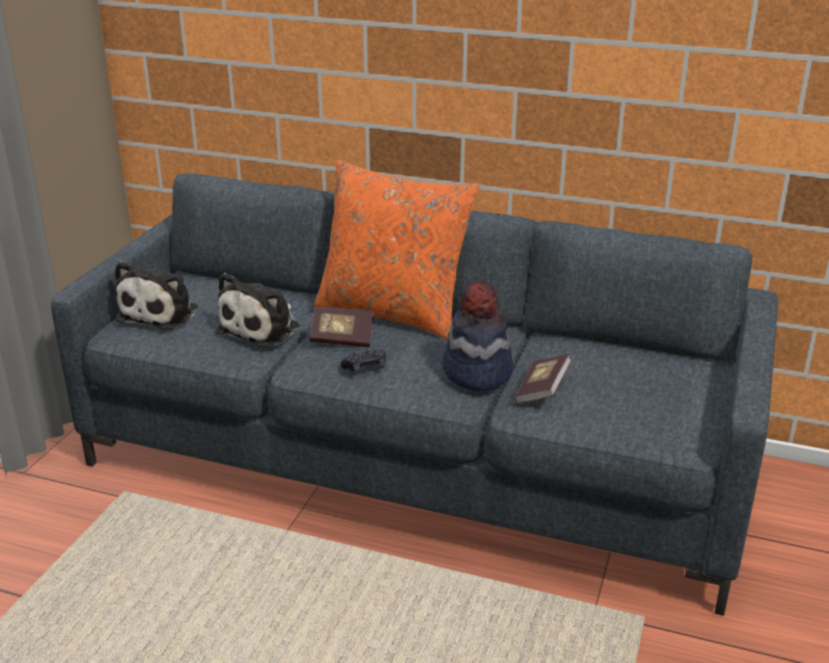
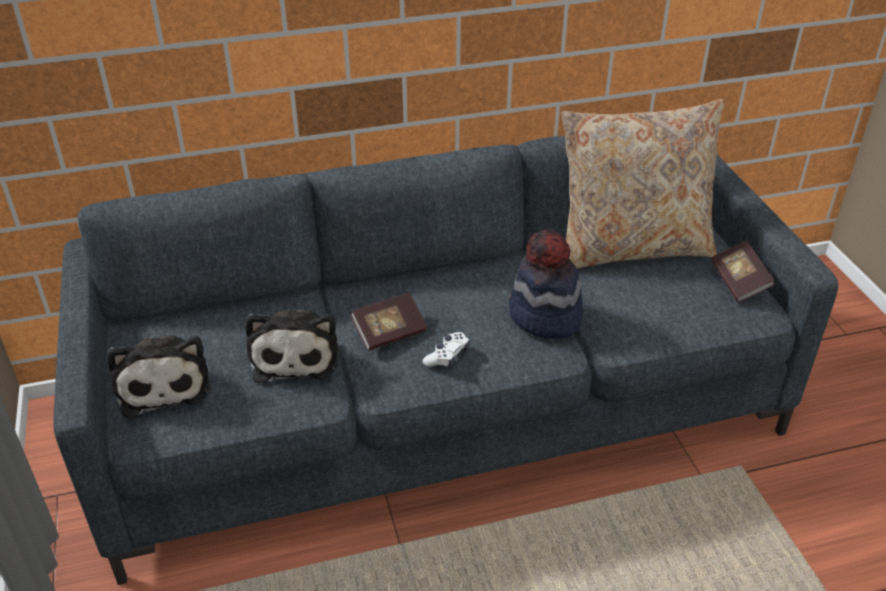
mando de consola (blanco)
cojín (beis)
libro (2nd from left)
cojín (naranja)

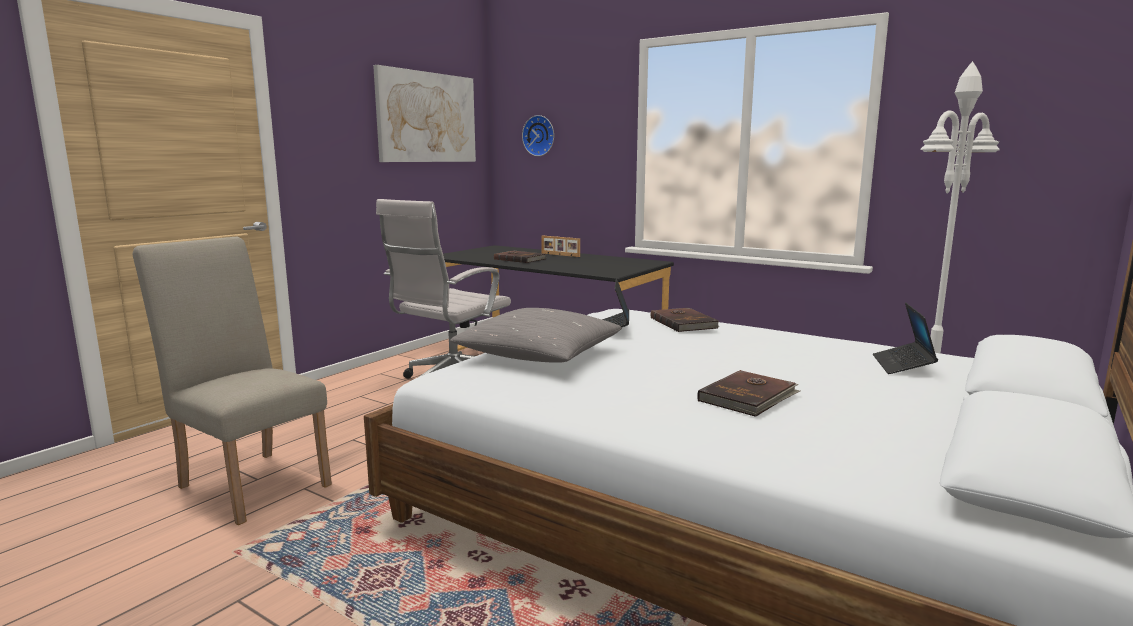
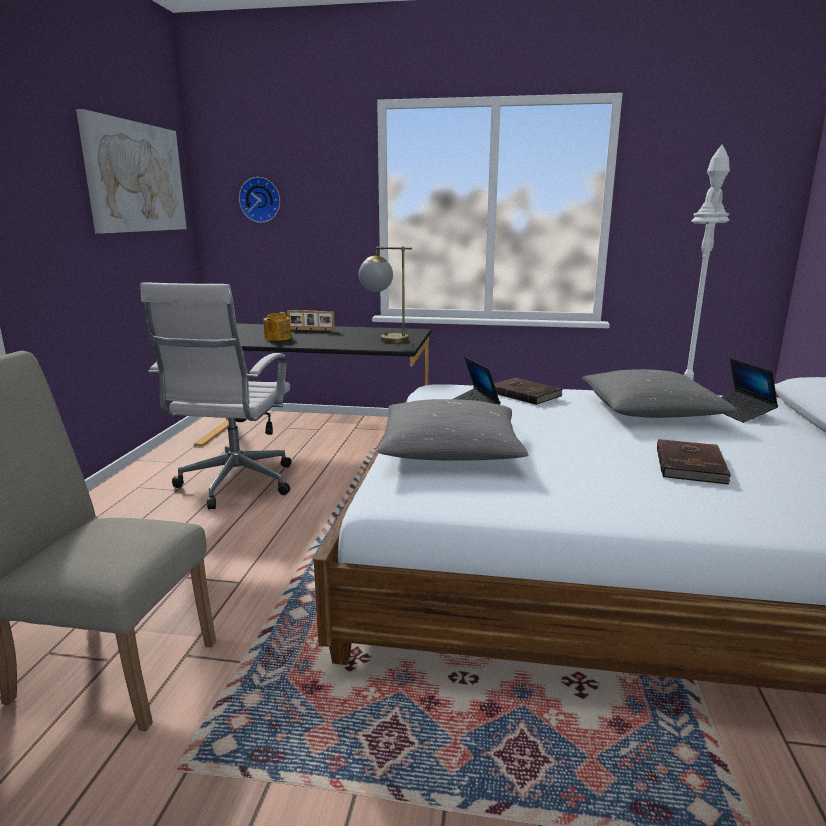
tetera
lámpara de mesa
cojín (gris) (2nd from left)

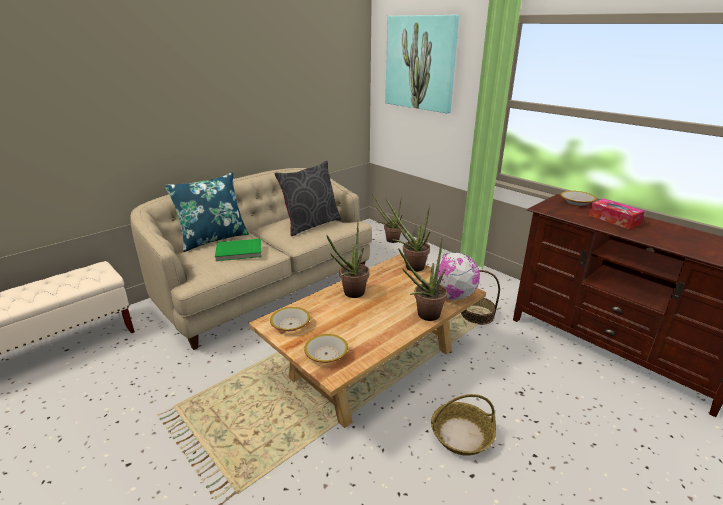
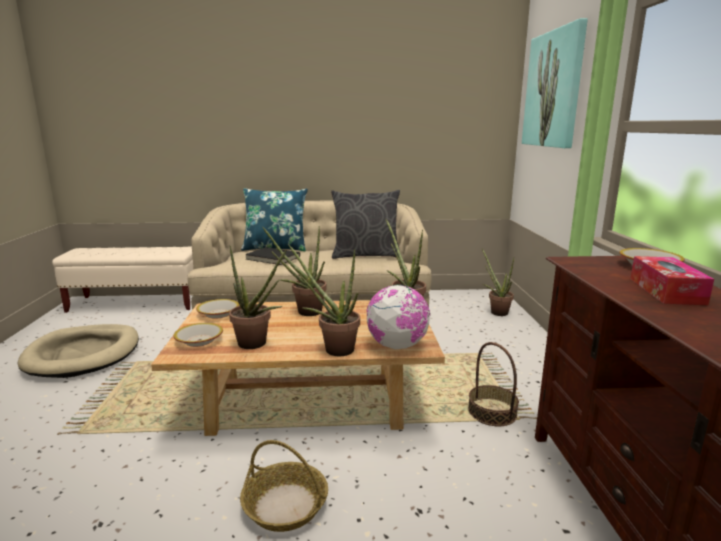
cama para perro (beis)
planta en maceta (1st from left)
libro (negro)

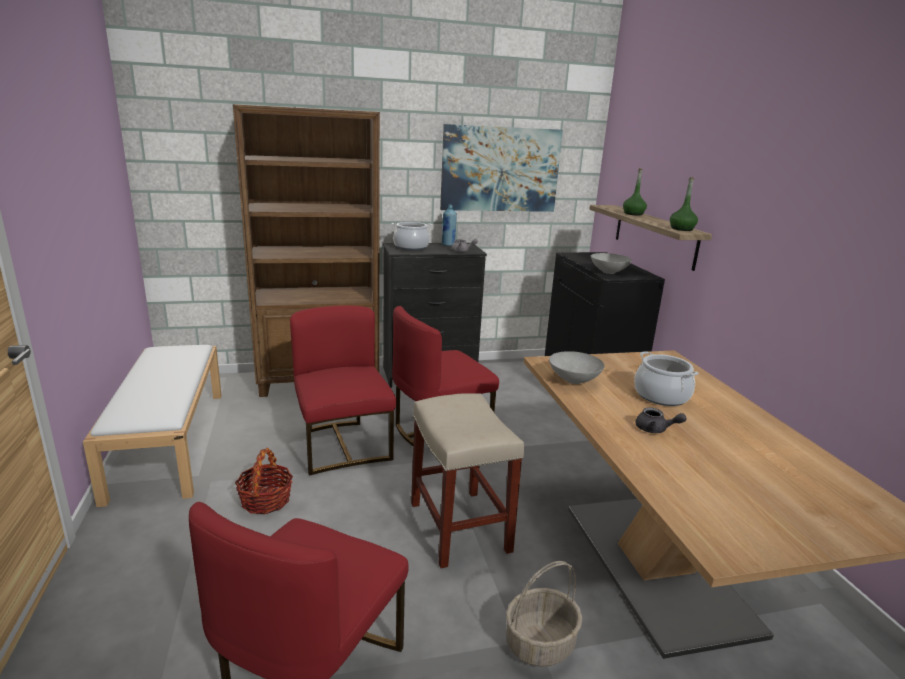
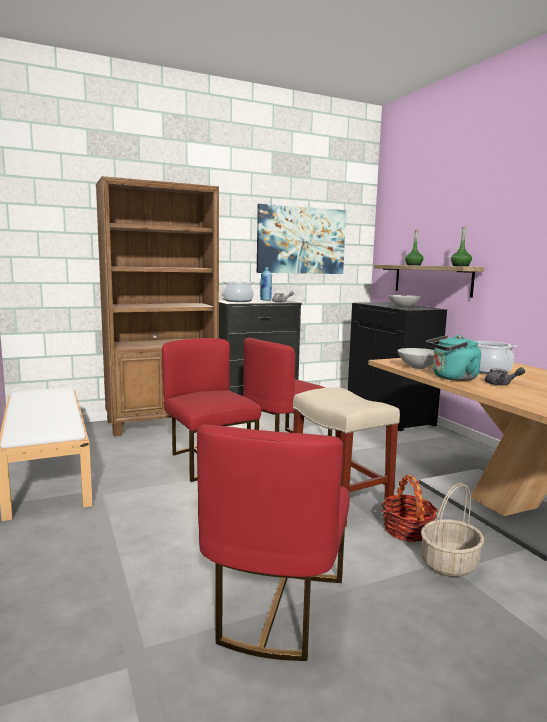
cesta (1st from left)
hervidor (turquesa)

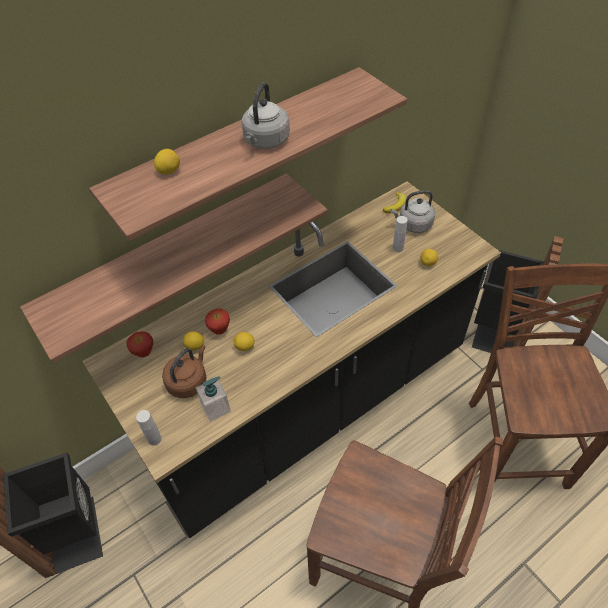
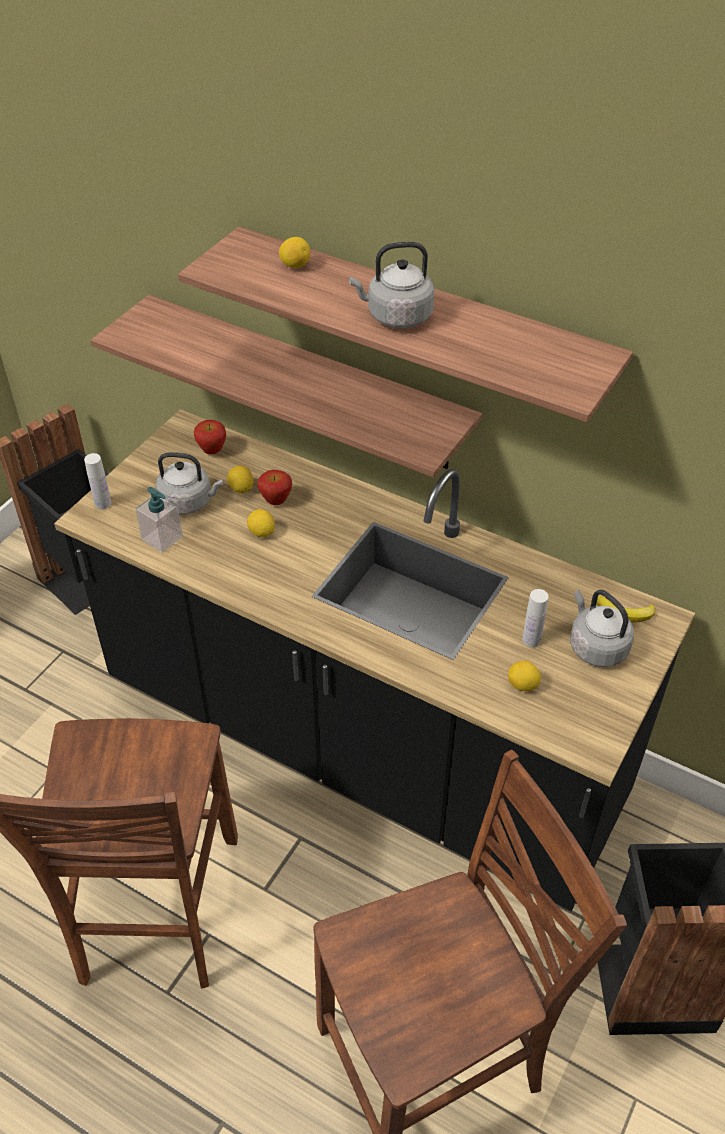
hervidor (gris) (1st from left)

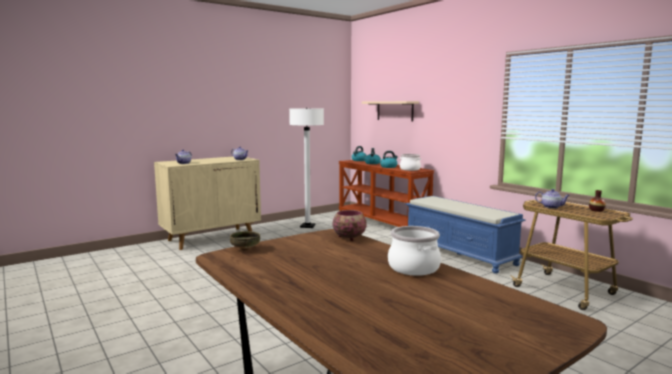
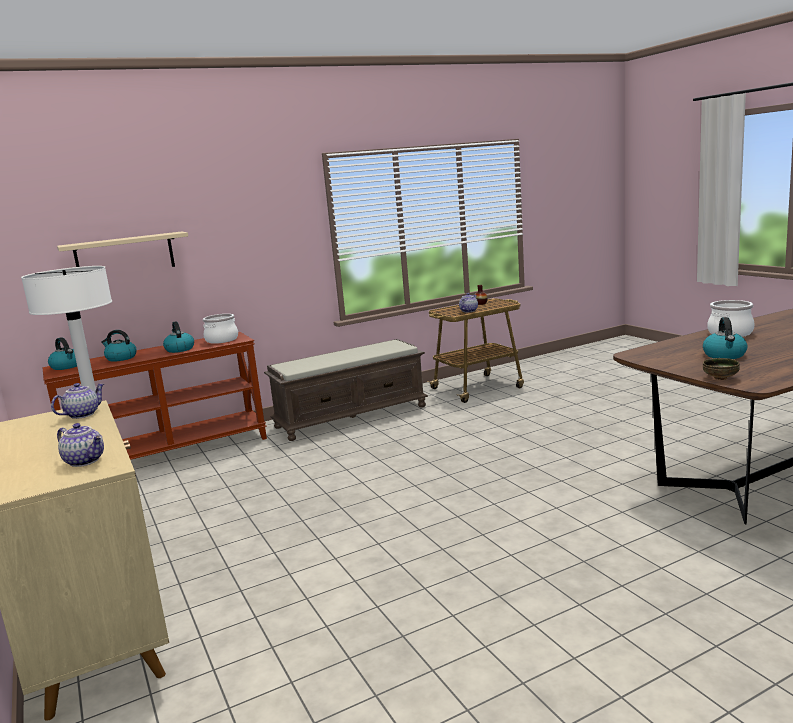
banco (marrón)
hervidor (4th from left)
cuenco (2nd from left in the first image)

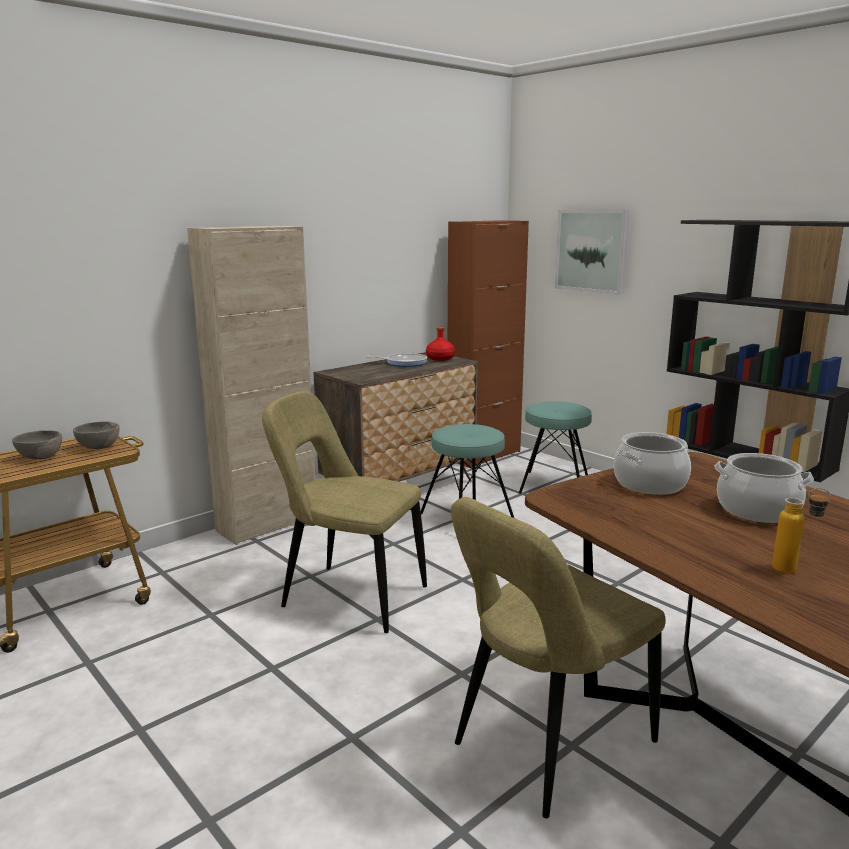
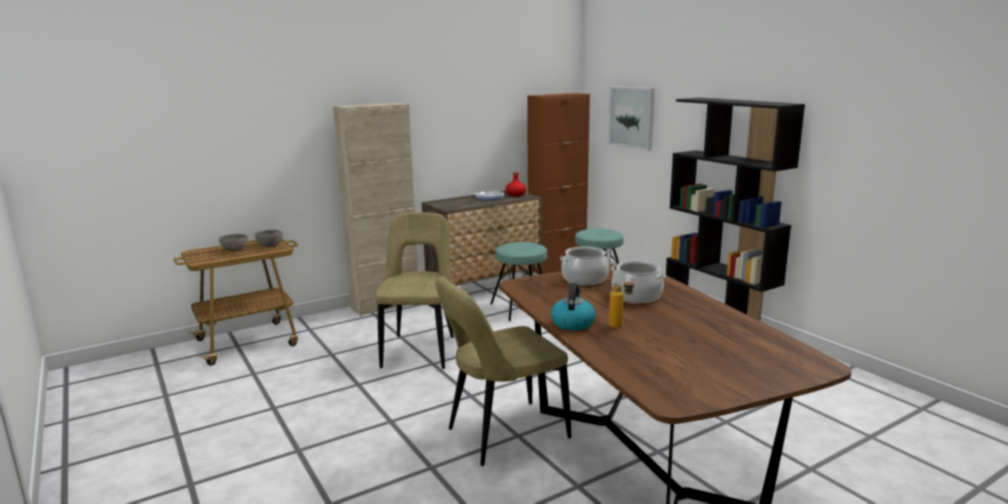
silla (beis) (1st from left)
hervidor

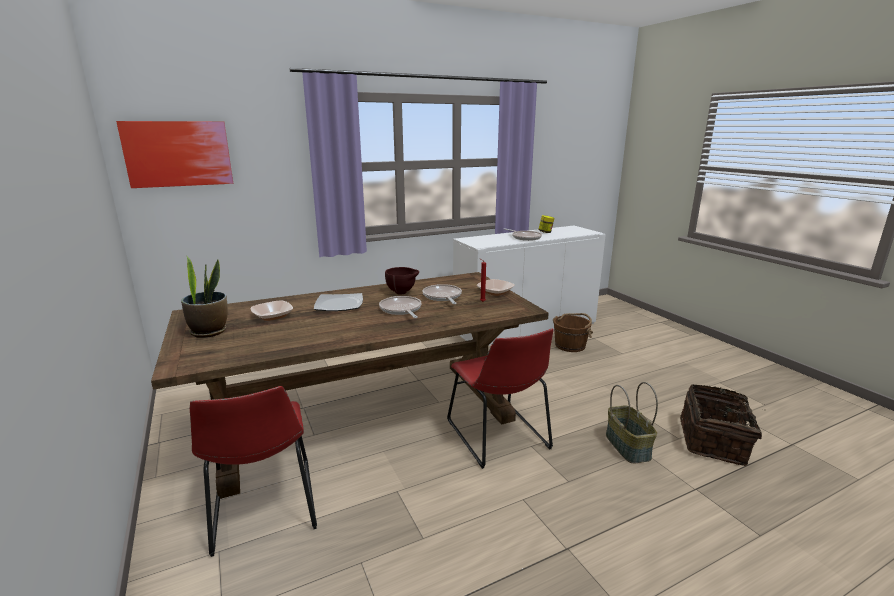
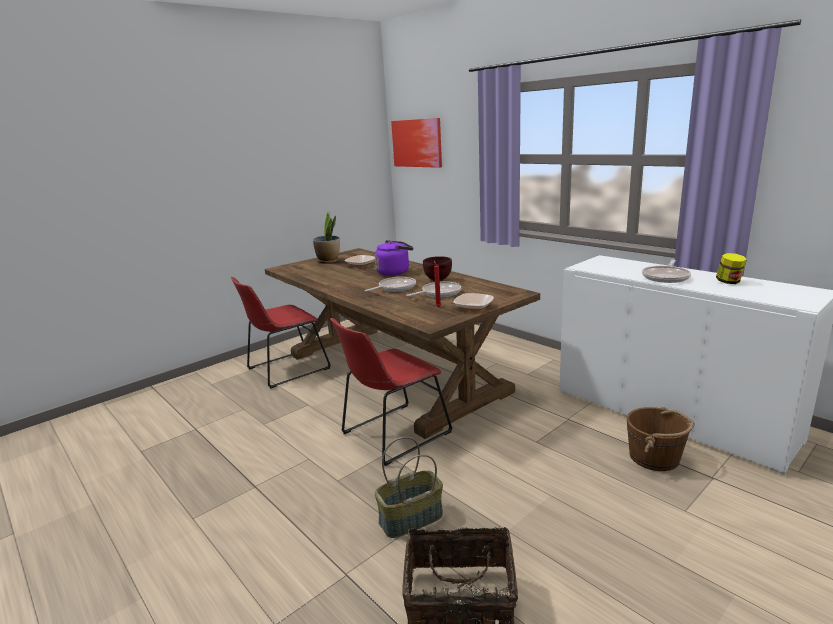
hervidor (morado)

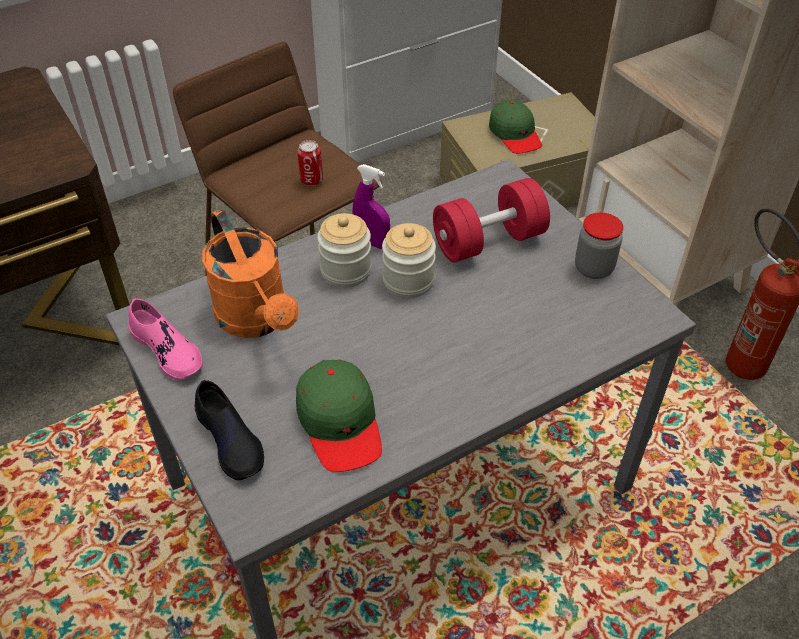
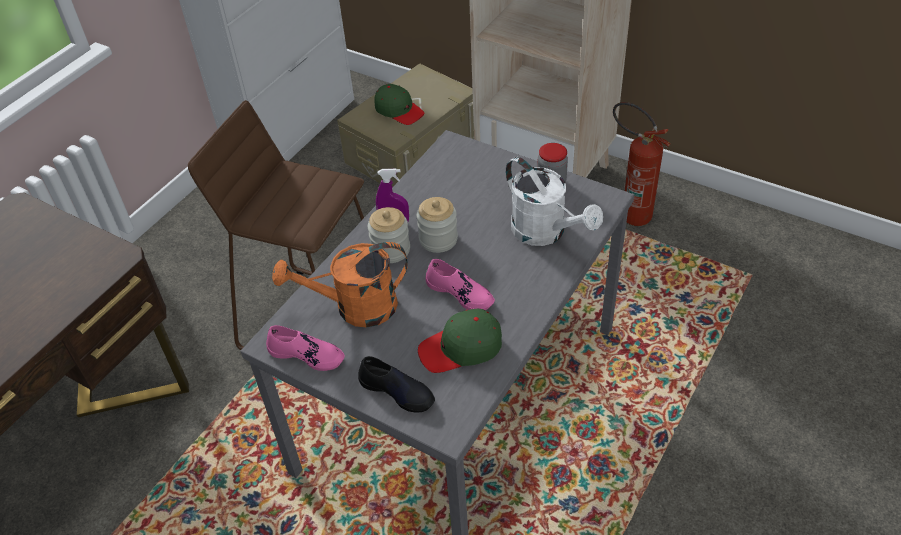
regadera (naranja)
gorra (verde) (2nd from left)
zapato (rosa) (2nd from left)
regadera (blanco)
lata
mancuerna (rojo)

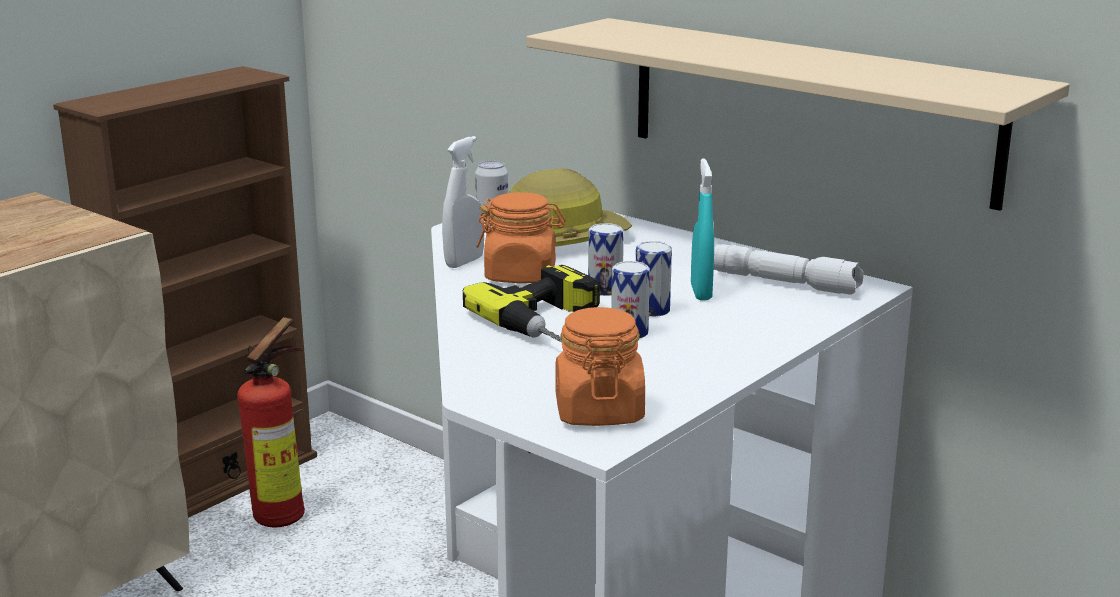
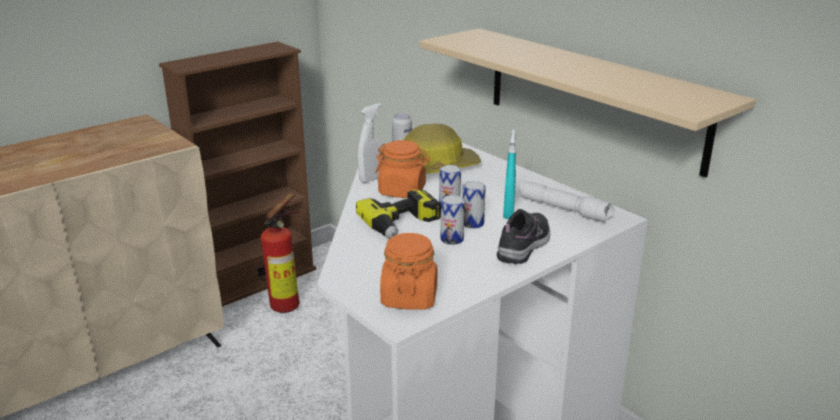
zapato

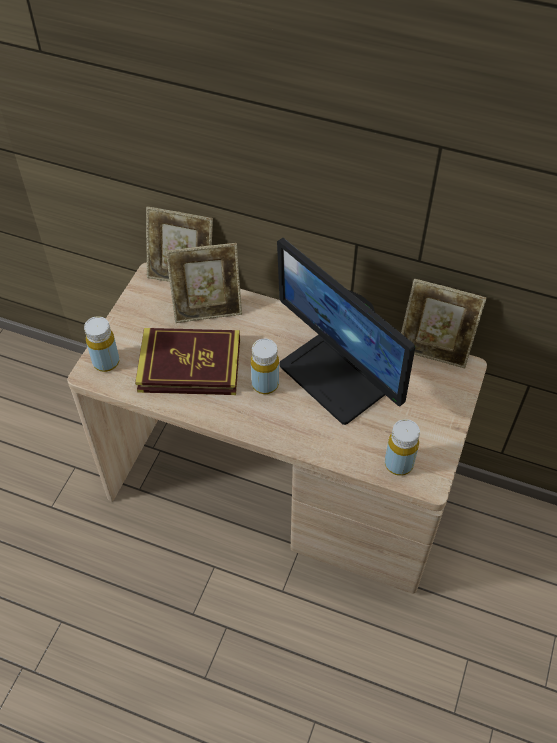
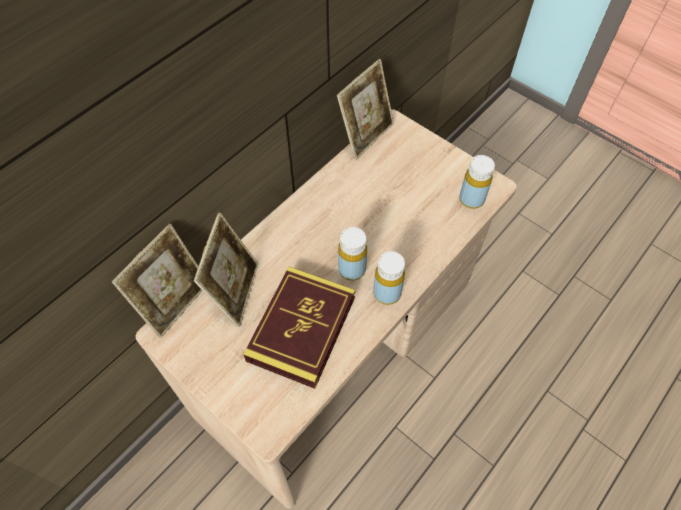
botella (amarillo) (2nd from left)
monitor

